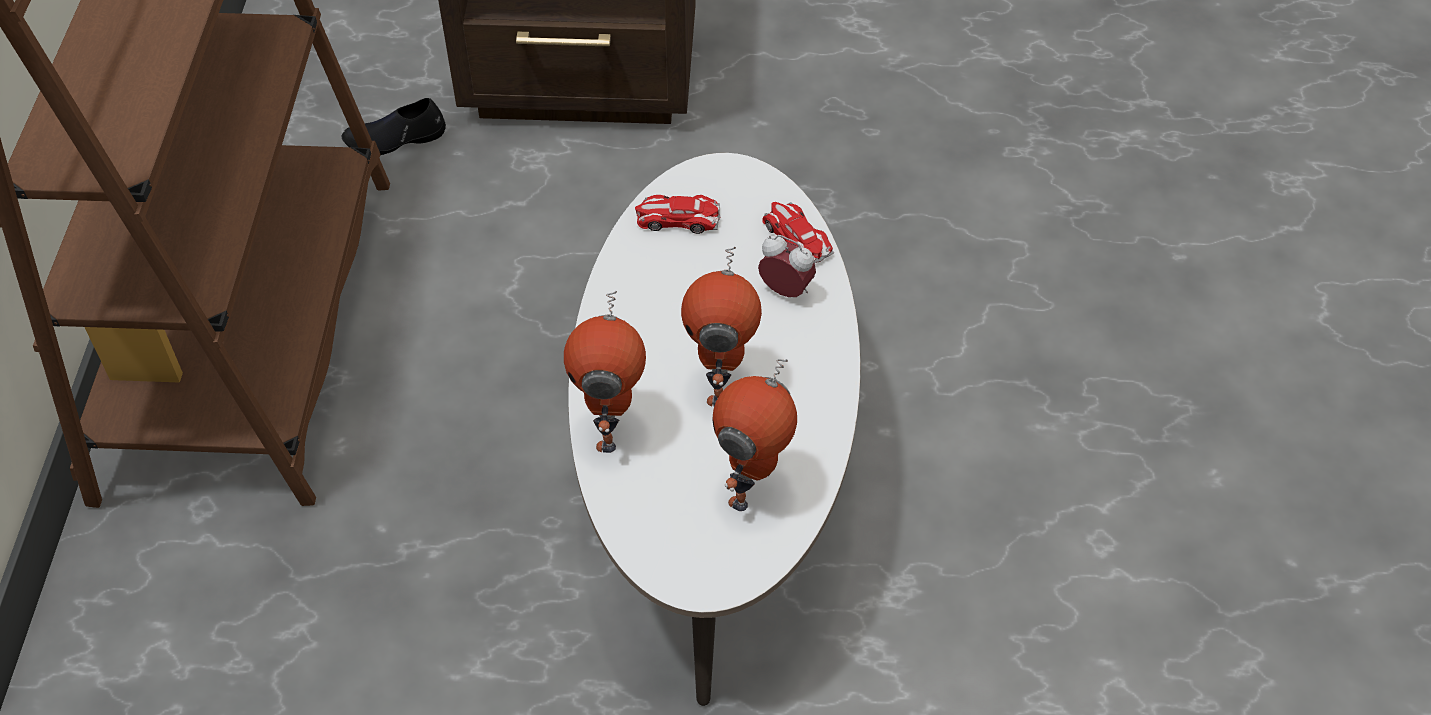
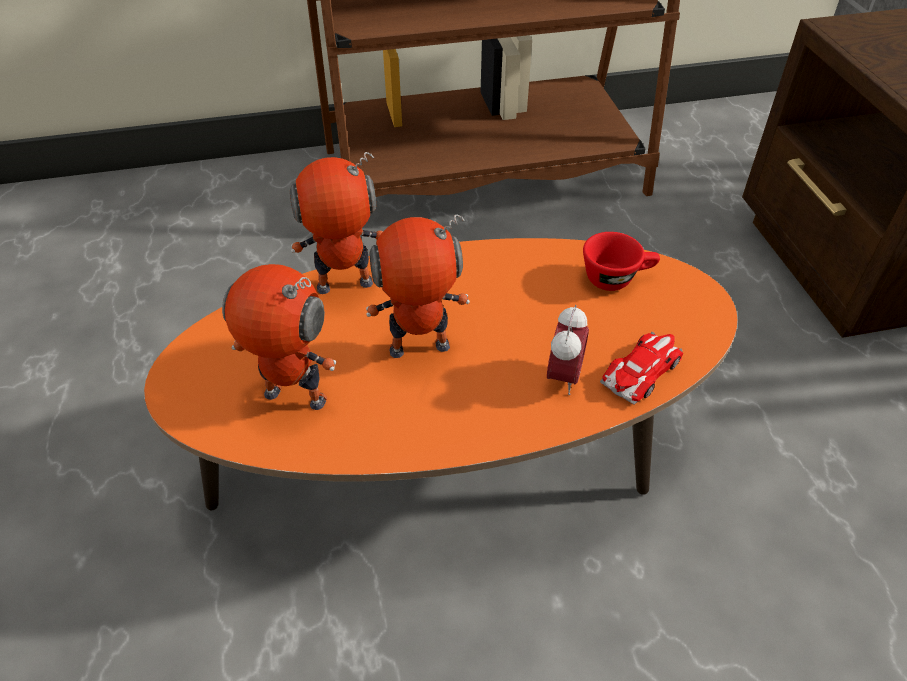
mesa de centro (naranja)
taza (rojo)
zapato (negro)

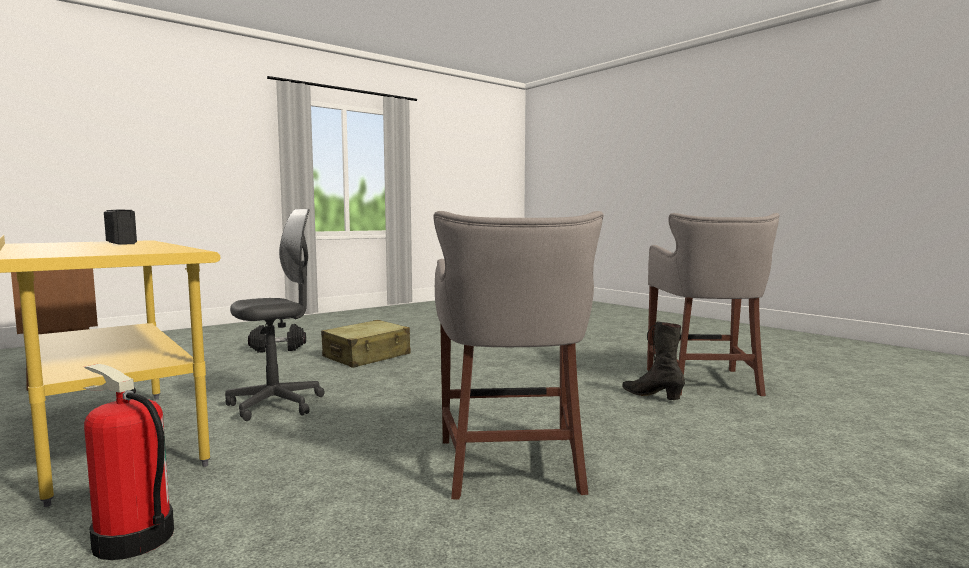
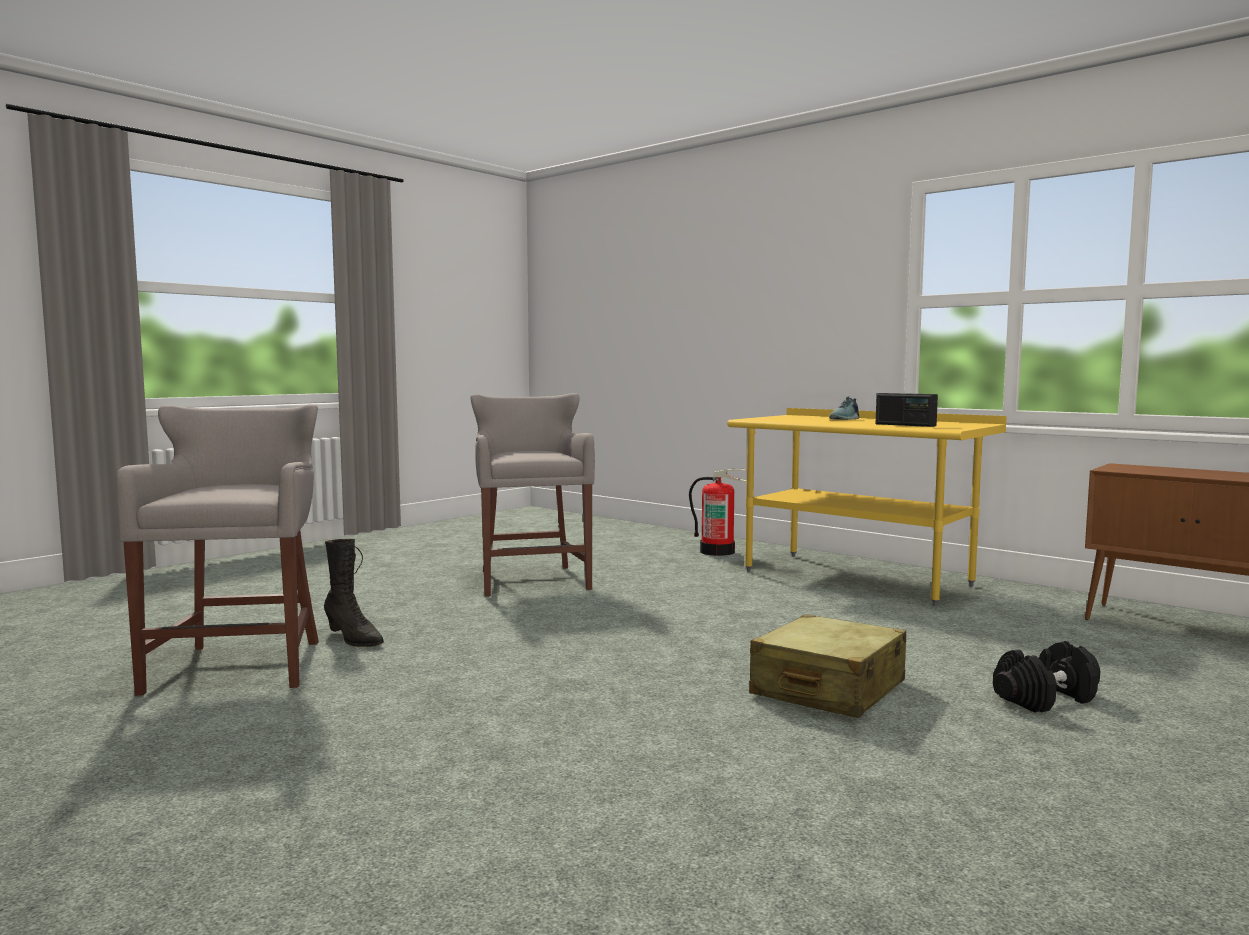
zapato
silla de oficina (gris)

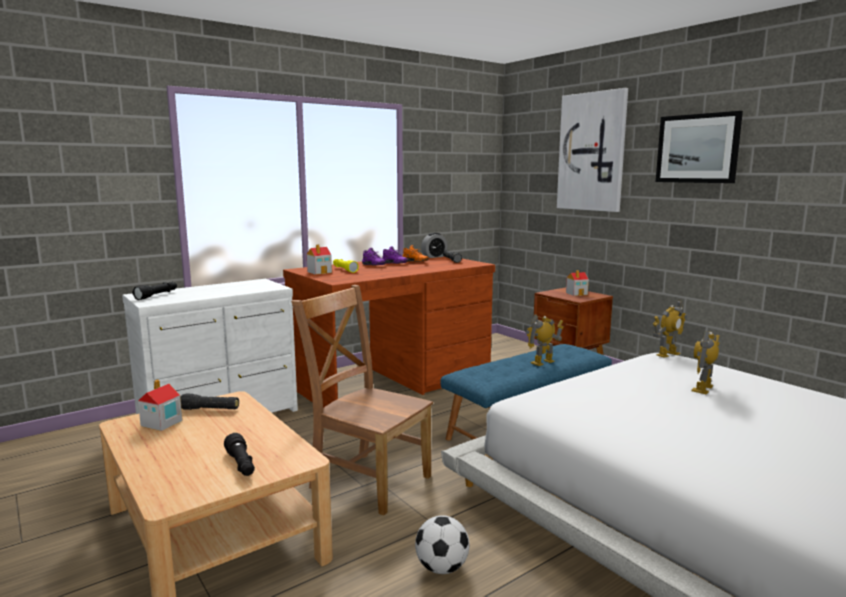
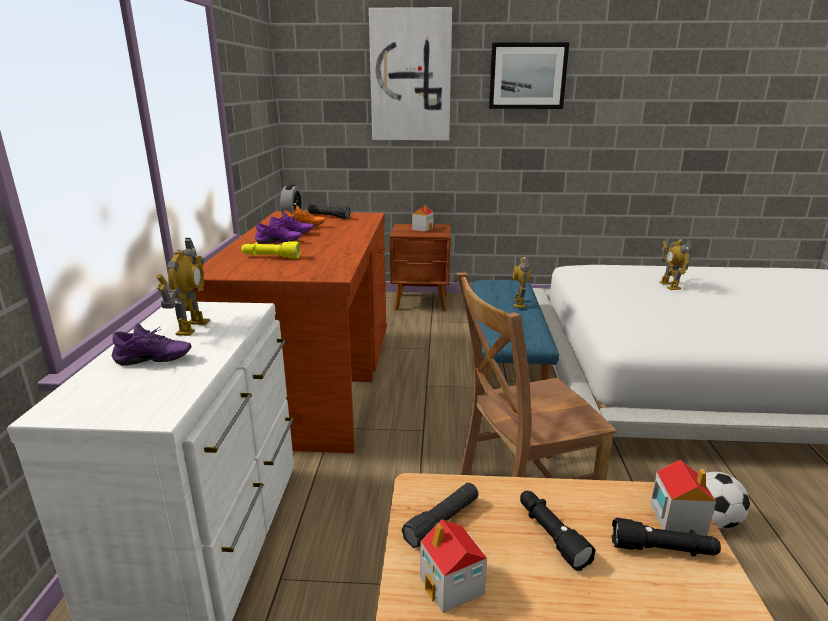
zapato (morado) (1st from left)
robot de juguete (1st from left)
linterna (negro) (3rd from left)
casita (3rd from left)

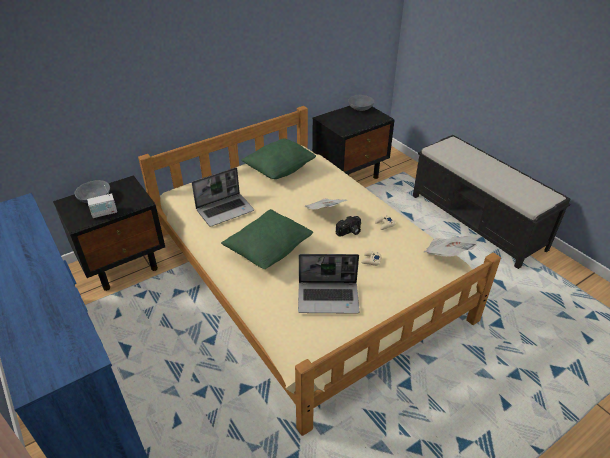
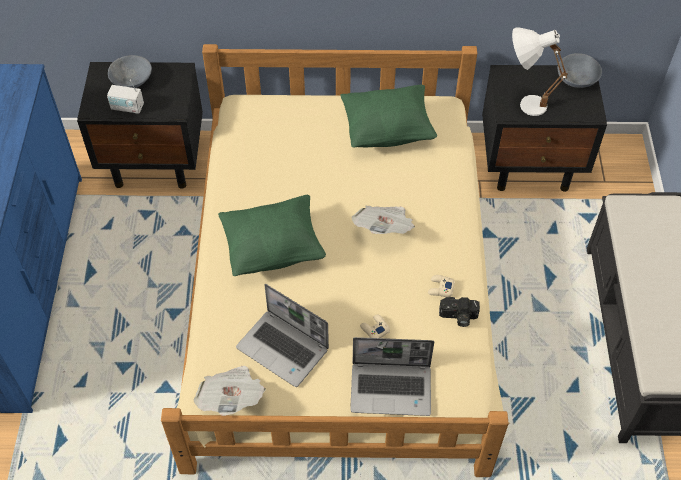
periódico (1st from left)
portátil (2nd from left)
cámara
lámpara de mesa (blanco)

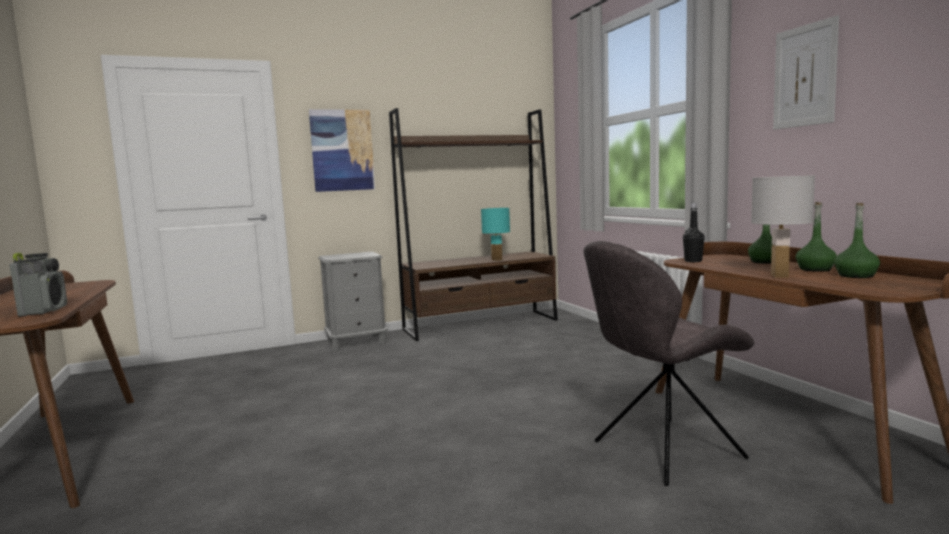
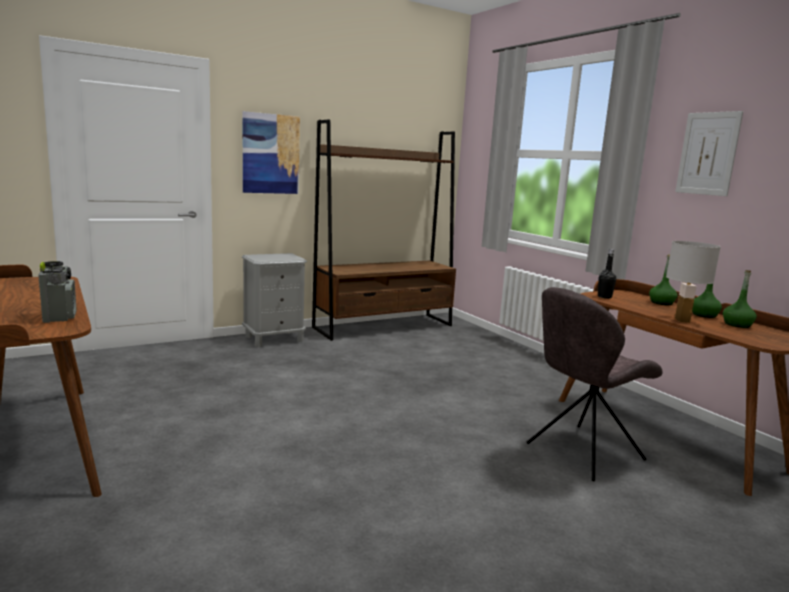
lámpara de mesa (turquesa)

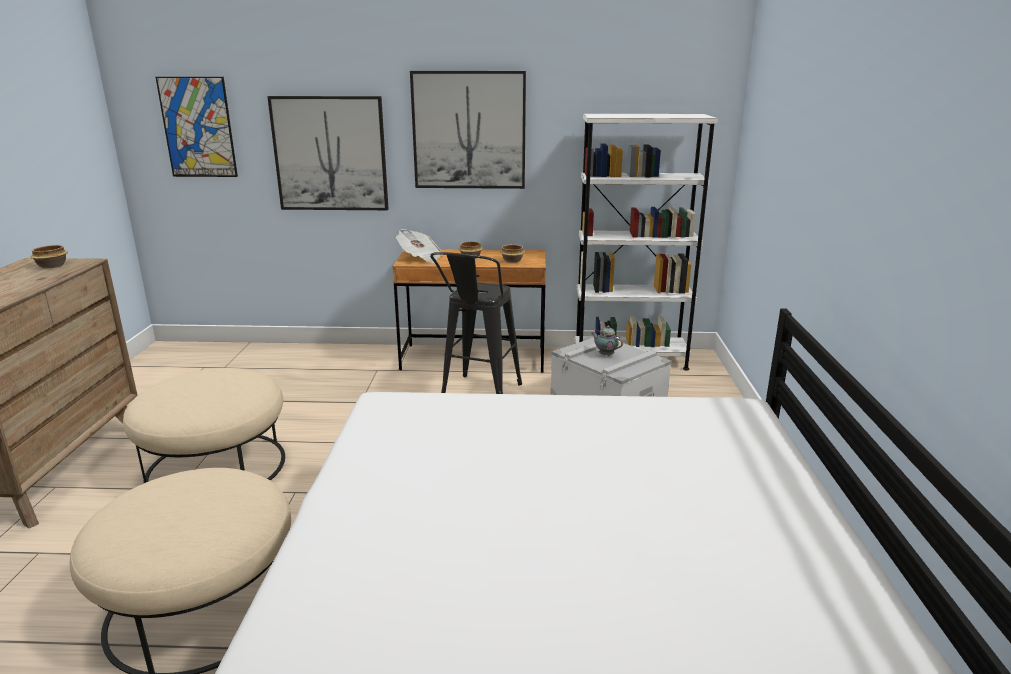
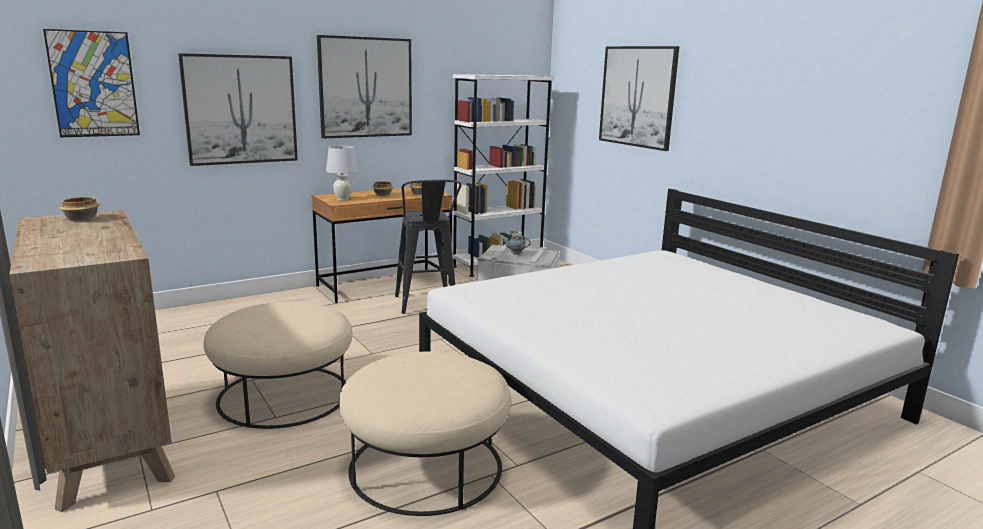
lámpara de mesa (blanco)
cuadro (4th from left)

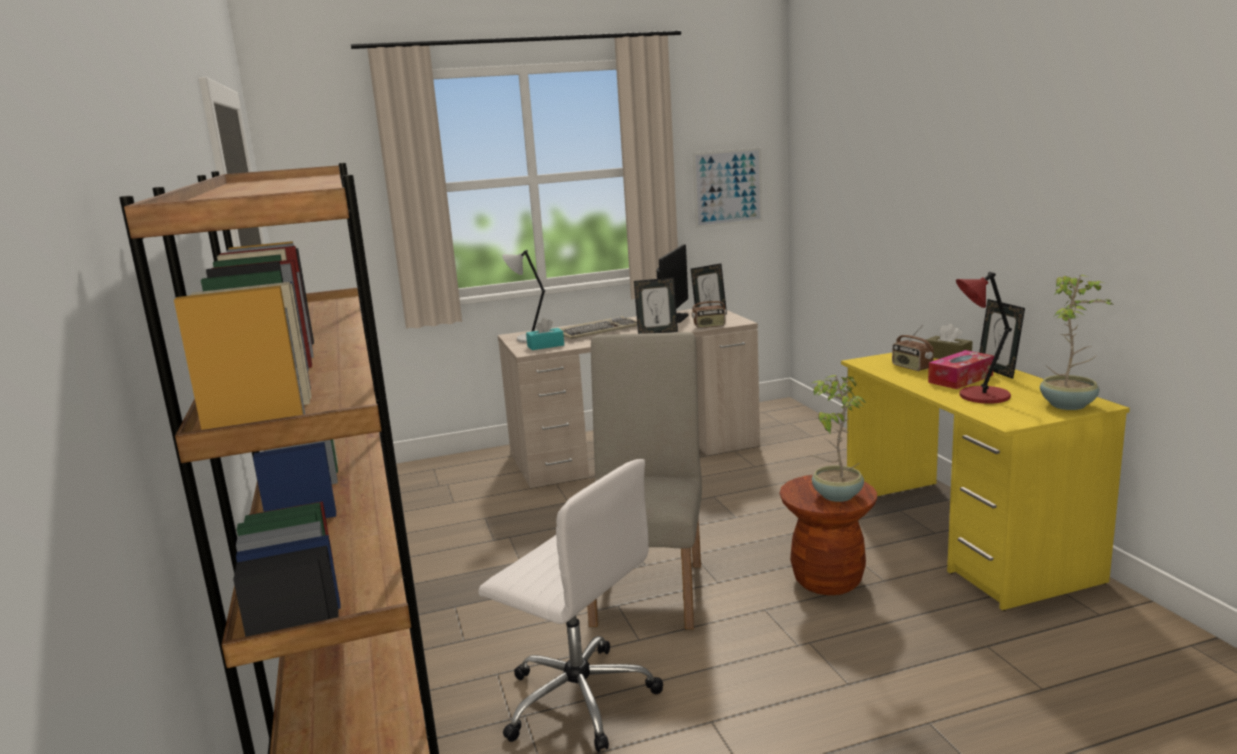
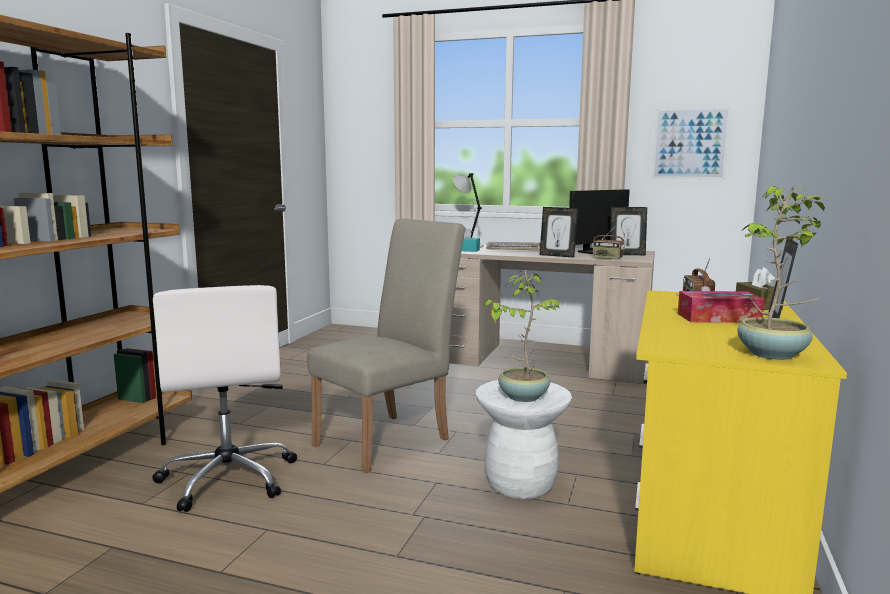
taburete (blanco)
lámpara de mesa (rojo)

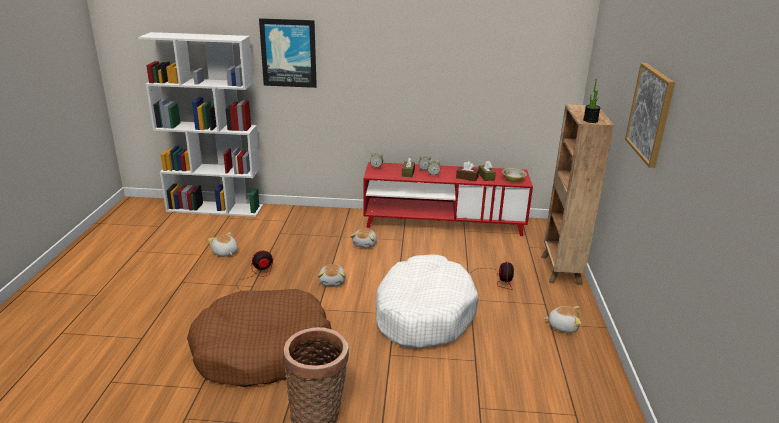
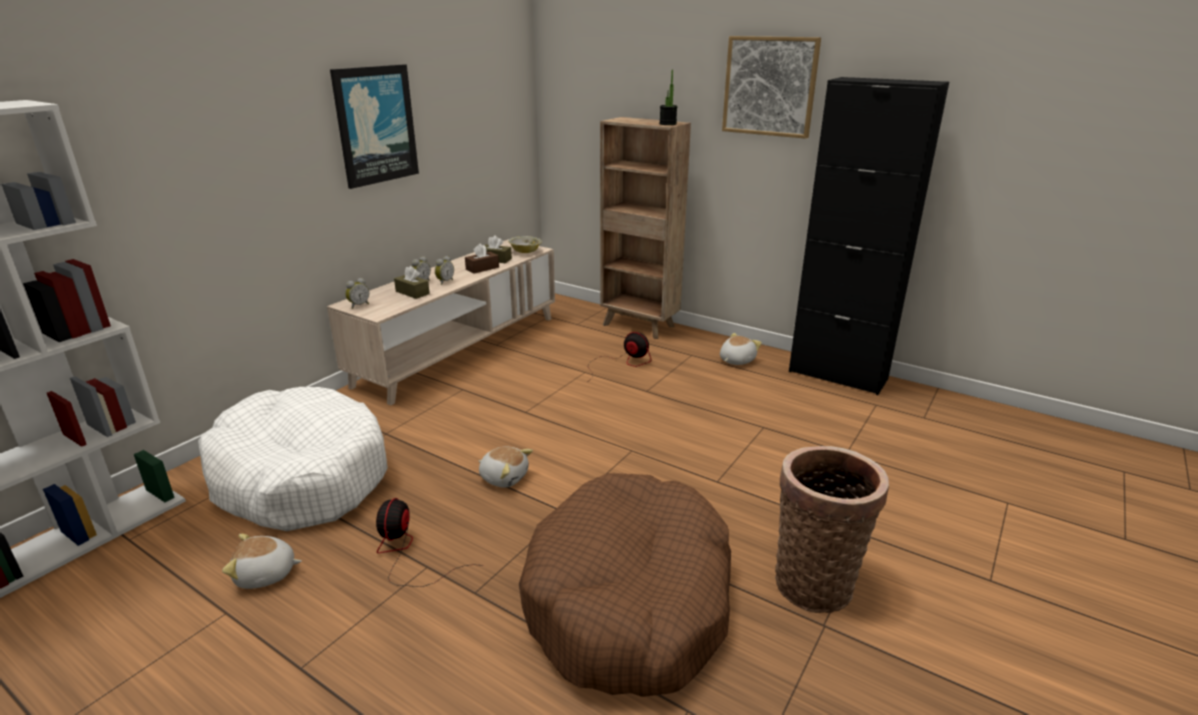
cama para perro (blanco)
mueble de televisión (beis)
cuadro (1st from left)
armario (negro)
peluche (3rd from left in the first image)

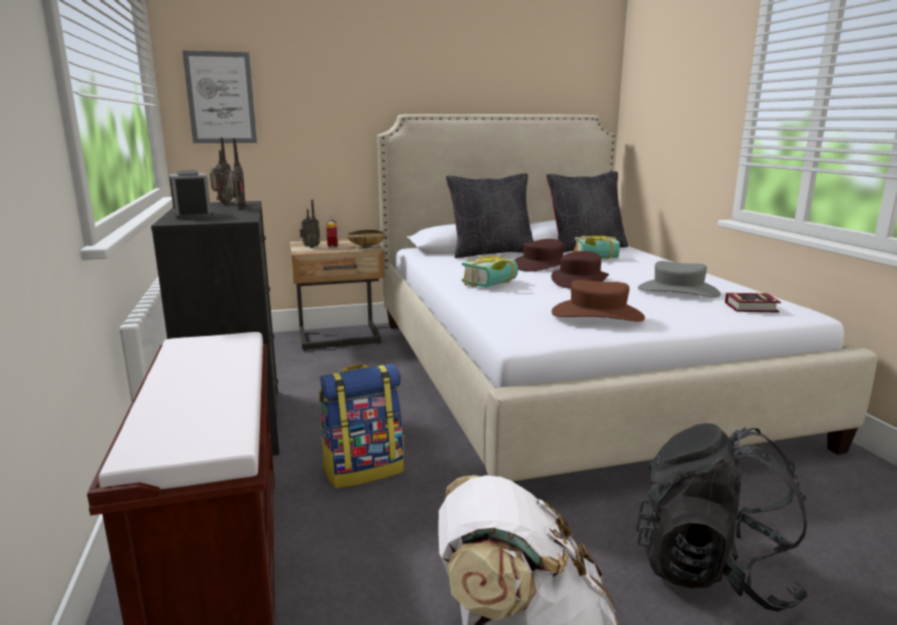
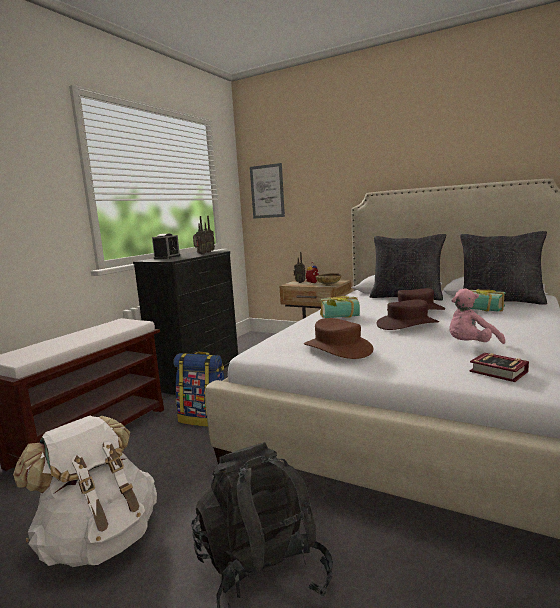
peluche (rosa)

